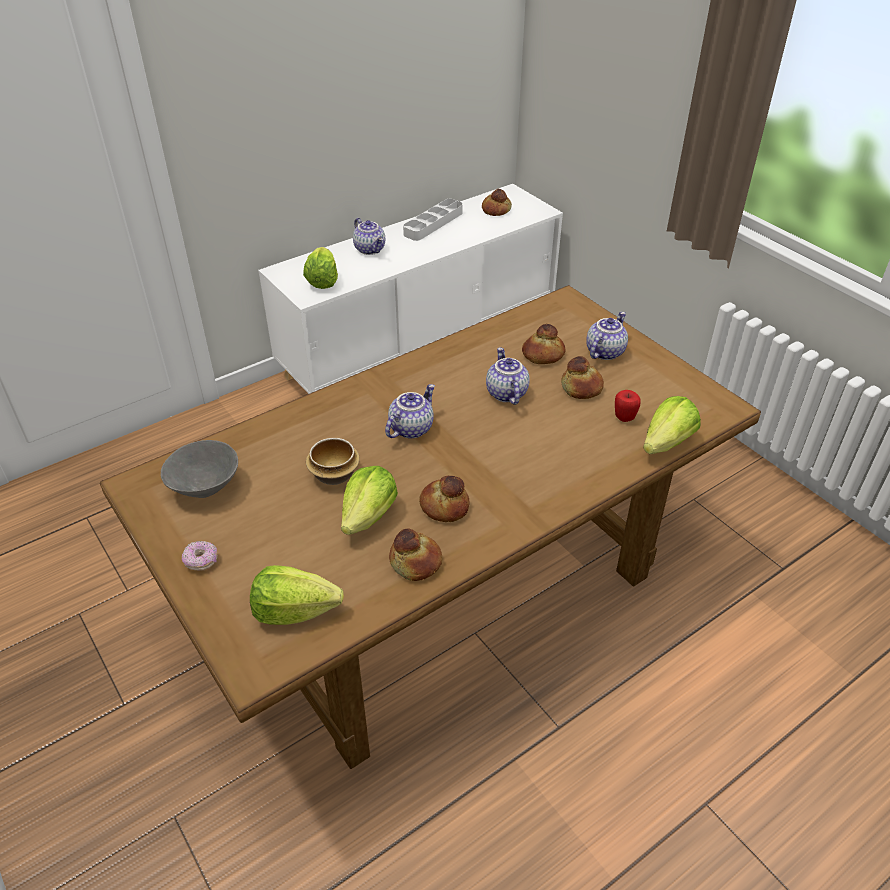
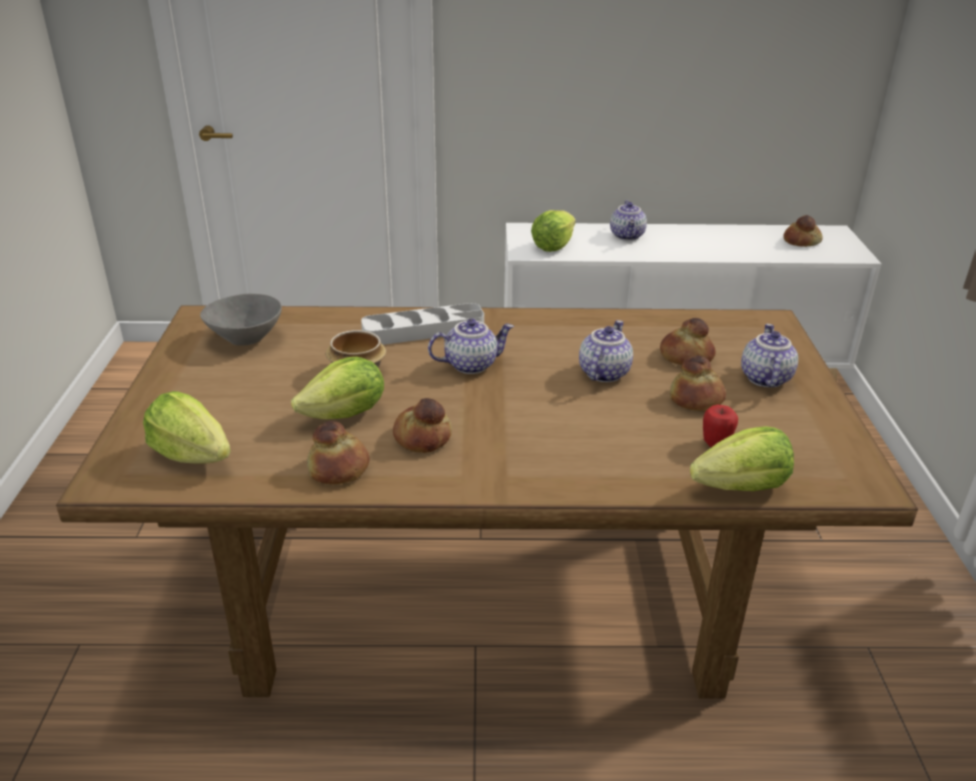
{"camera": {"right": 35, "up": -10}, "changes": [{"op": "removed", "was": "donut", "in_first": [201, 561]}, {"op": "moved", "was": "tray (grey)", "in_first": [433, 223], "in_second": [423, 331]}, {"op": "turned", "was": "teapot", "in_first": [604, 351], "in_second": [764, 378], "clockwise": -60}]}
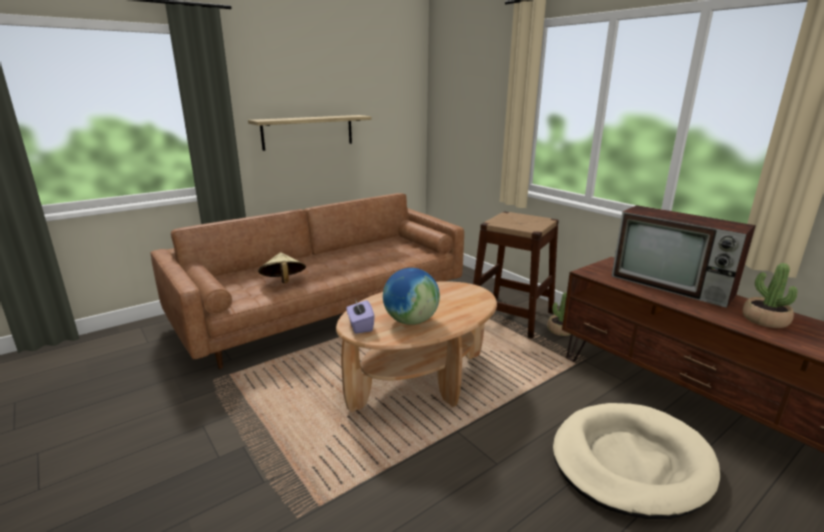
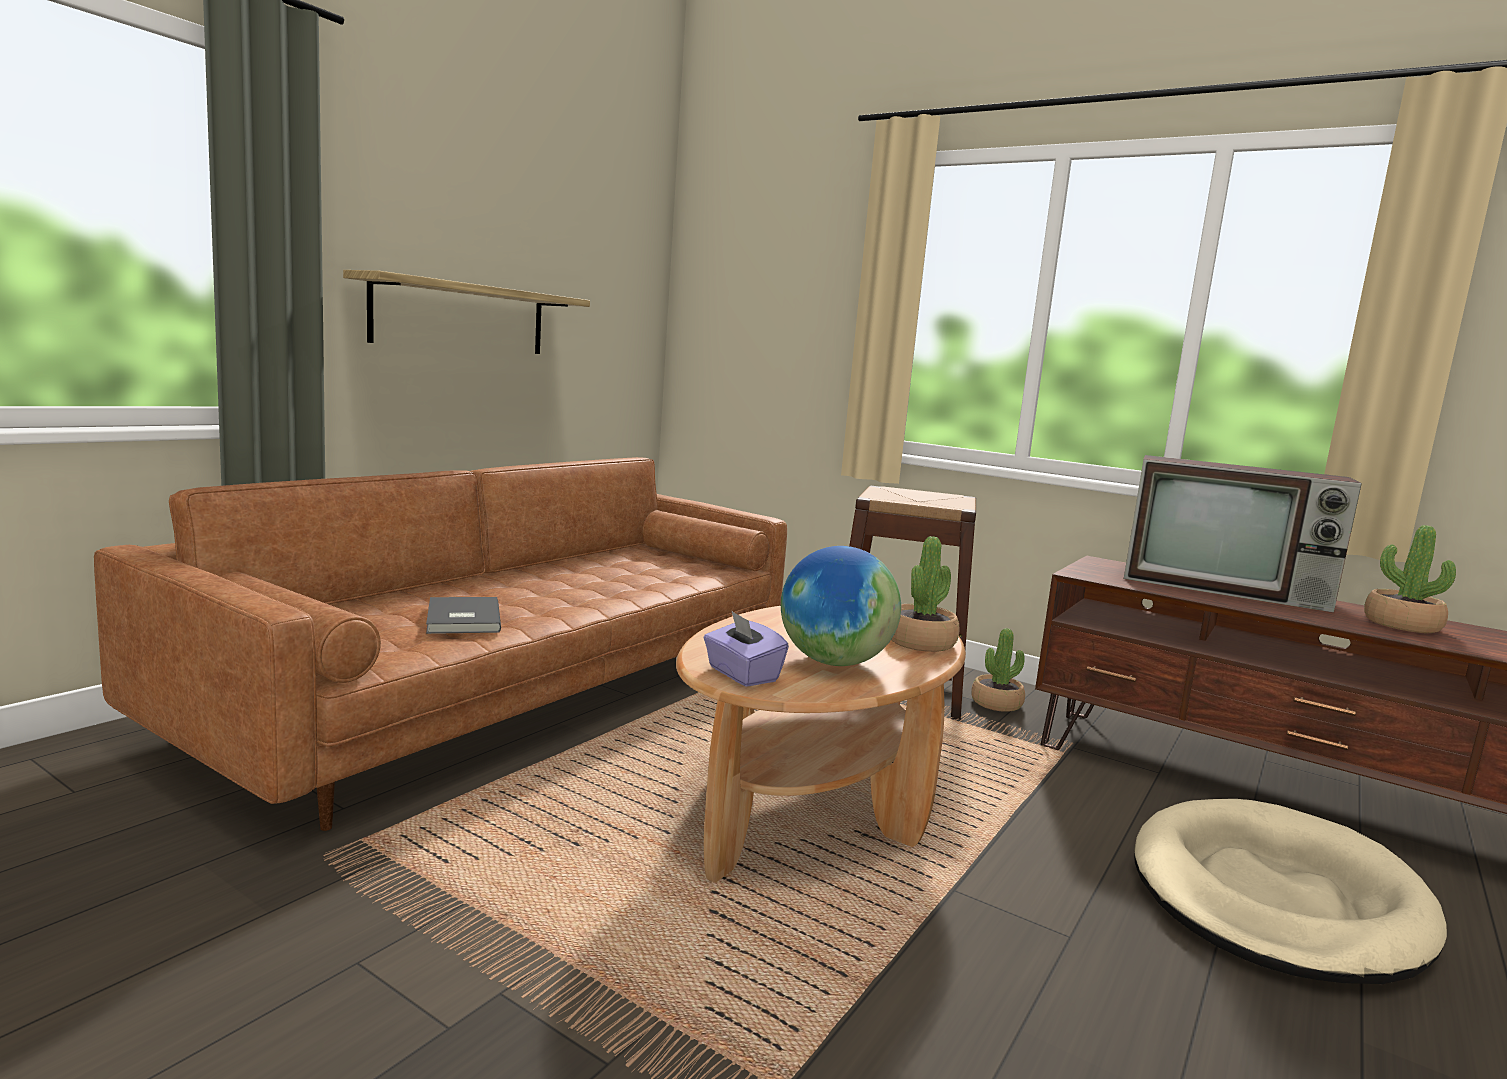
{"camera": {"right": -20, "up": -10}, "changes": [{"op": "added", "now": "potted plant", "in_second": [920, 642]}, {"op": "replaced", "was": "hat (beige)", "now": "book (grey)", "in_first": [283, 282], "in_second": [461, 619]}]}
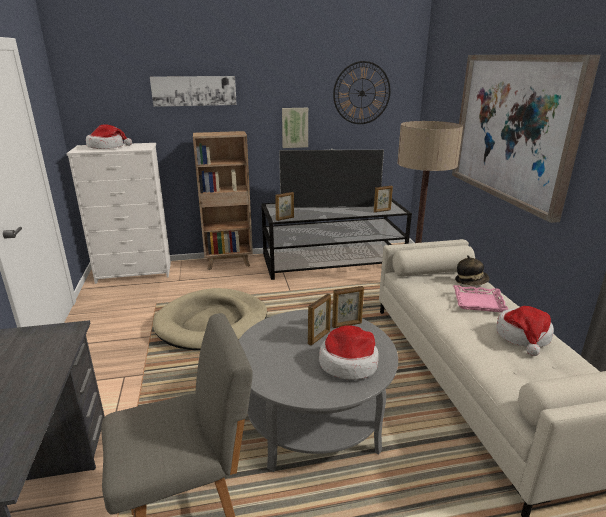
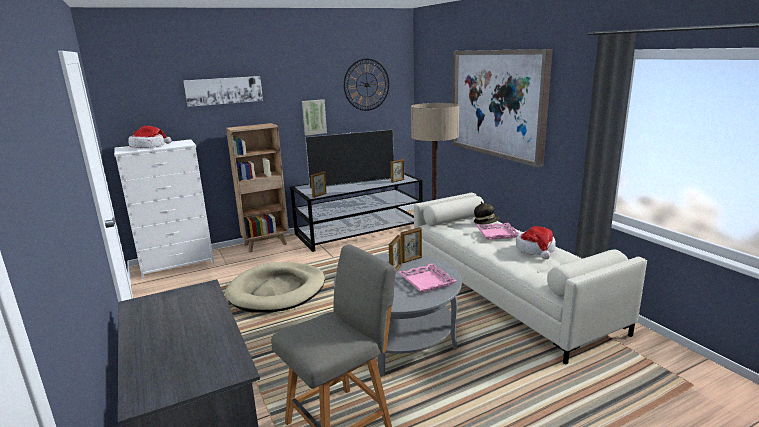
{"camera": {"right": -15, "up": -5}, "changes": [{"op": "replaced", "was": "hat", "now": "tray (pink)", "in_first": [348, 363], "in_second": [426, 281]}]}
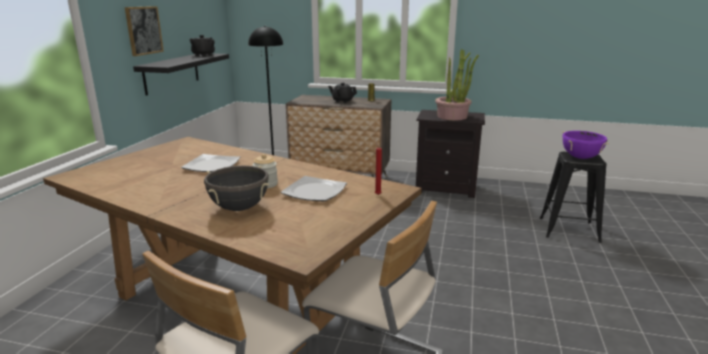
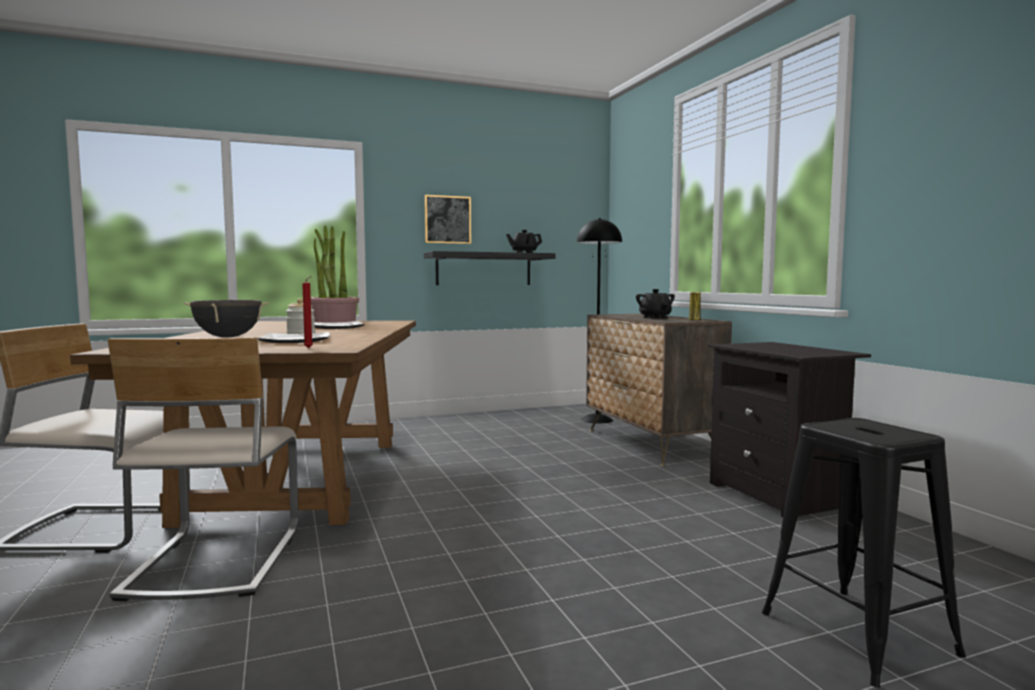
{"camera": {"right": 55, "up": -15}, "changes": [{"op": "removed", "was": "cooking pot (purple)", "in_first": [580, 157]}, {"op": "moved", "was": "potted plant", "in_first": [452, 116], "in_second": [333, 322]}]}
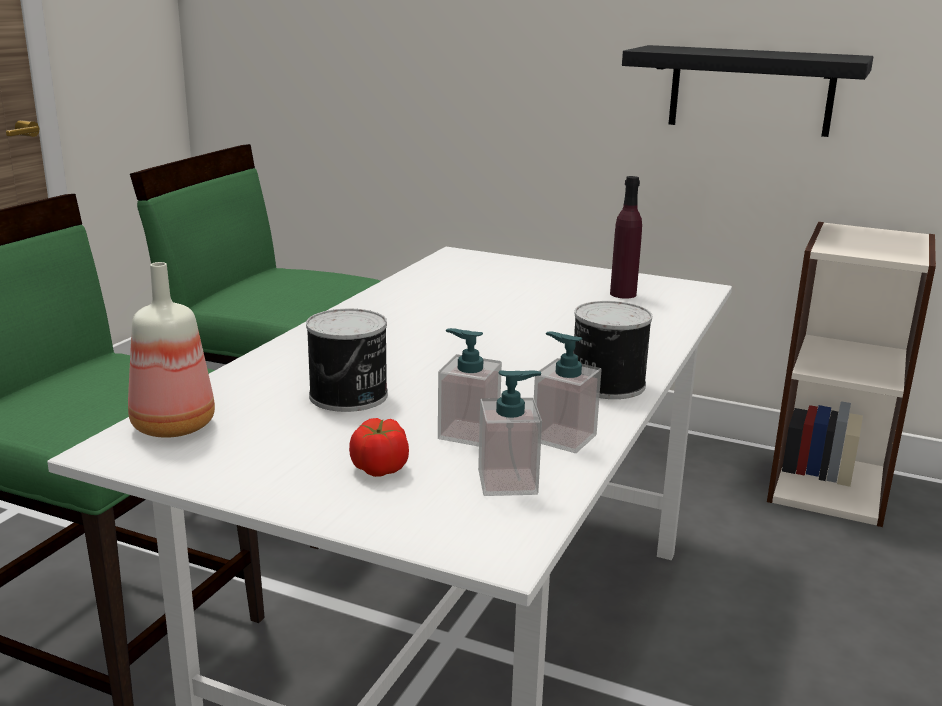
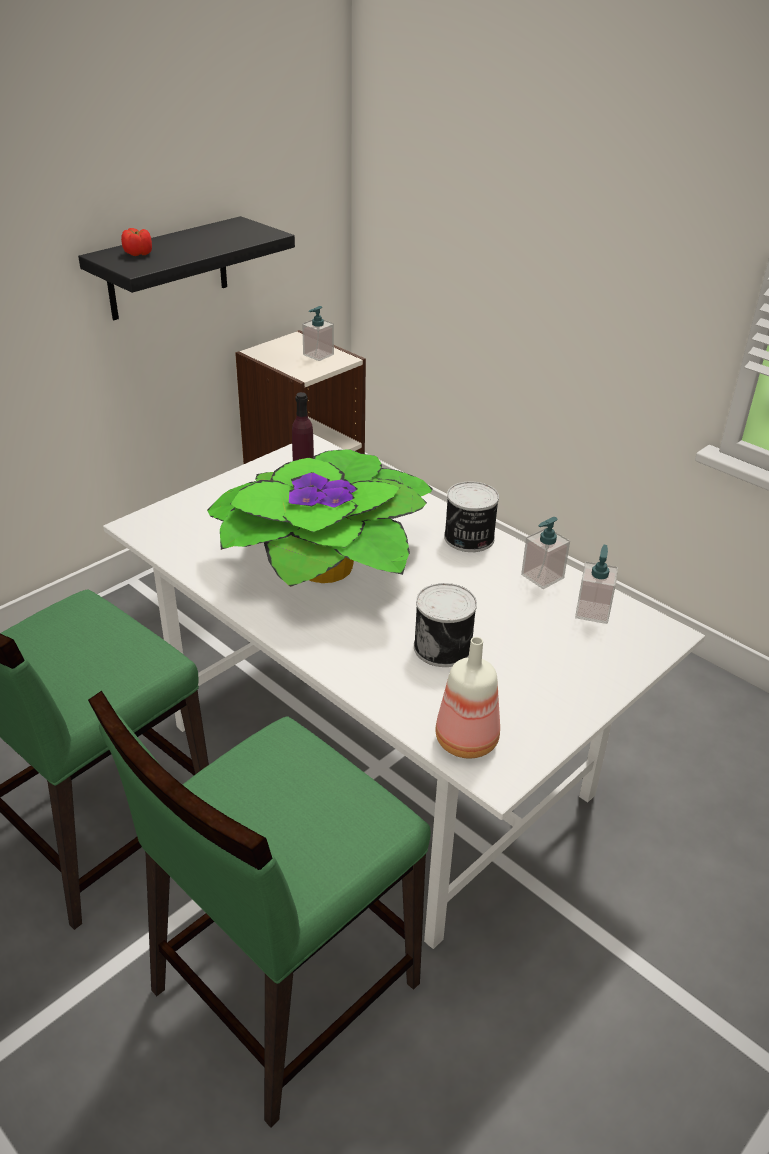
{"camera": {"right": -70, "up": 15}, "changes": [{"op": "added", "now": "potted plant", "in_second": [326, 562]}, {"op": "moved", "was": "tomato", "in_first": [379, 469], "in_second": [138, 254]}, {"op": "moved", "was": "soap dispenser", "in_first": [468, 433], "in_second": [318, 355]}]}
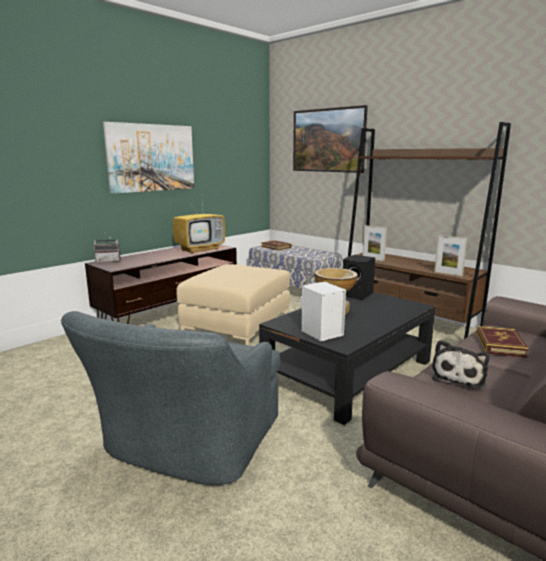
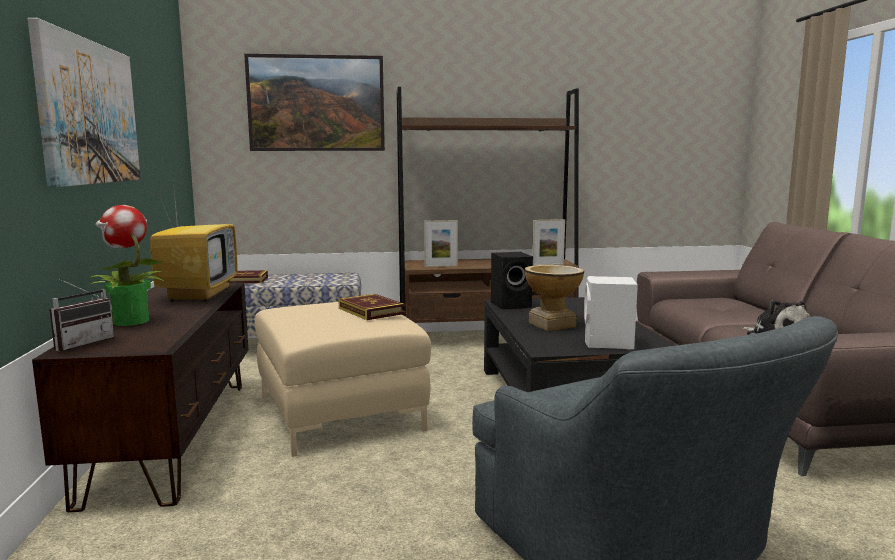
{"camera": {"right": -50, "up": -5}, "changes": [{"op": "added", "now": "potted plant", "in_second": [130, 321]}, {"op": "moved", "was": "book", "in_first": [500, 345], "in_second": [371, 311]}]}
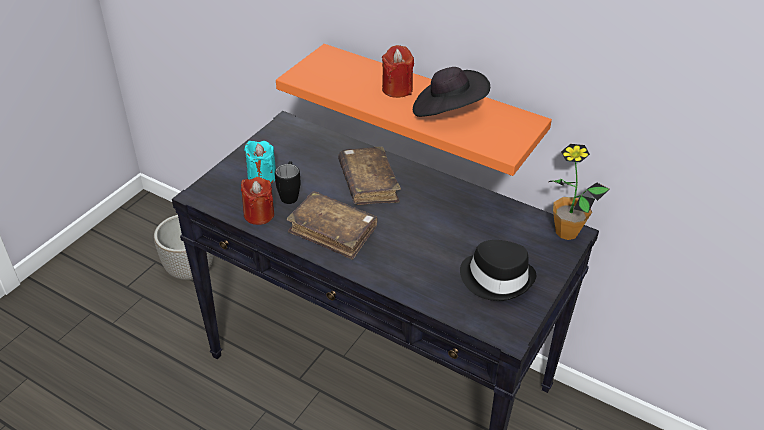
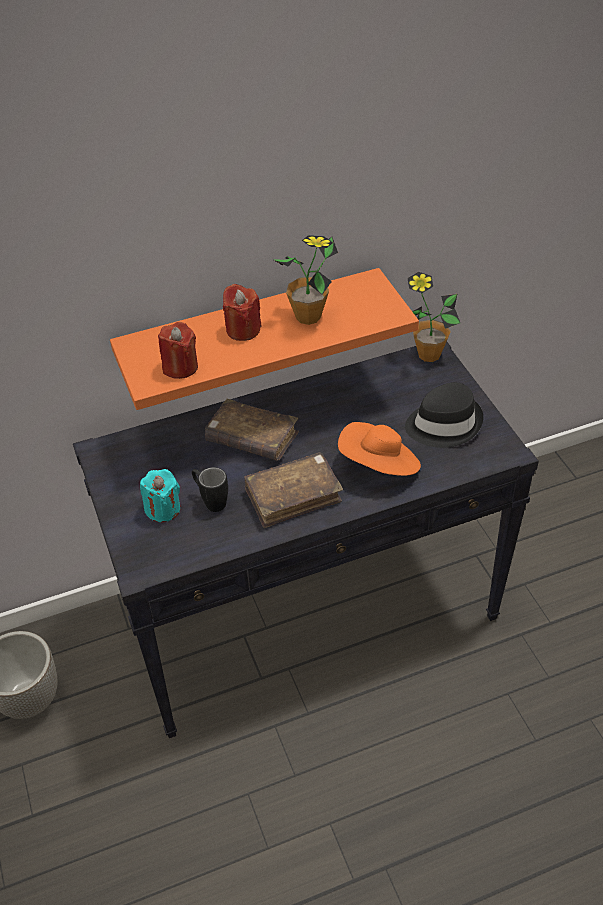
{"camera": {"right": -50, "up": 5}, "changes": [{"op": "added", "now": "hat (orange)", "in_second": [379, 465]}, {"op": "moved", "was": "candle (red)", "in_first": [259, 214], "in_second": [180, 367]}, {"op": "replaced", "was": "hat (black)", "now": "potted plant", "in_first": [448, 111], "in_second": [308, 317]}]}
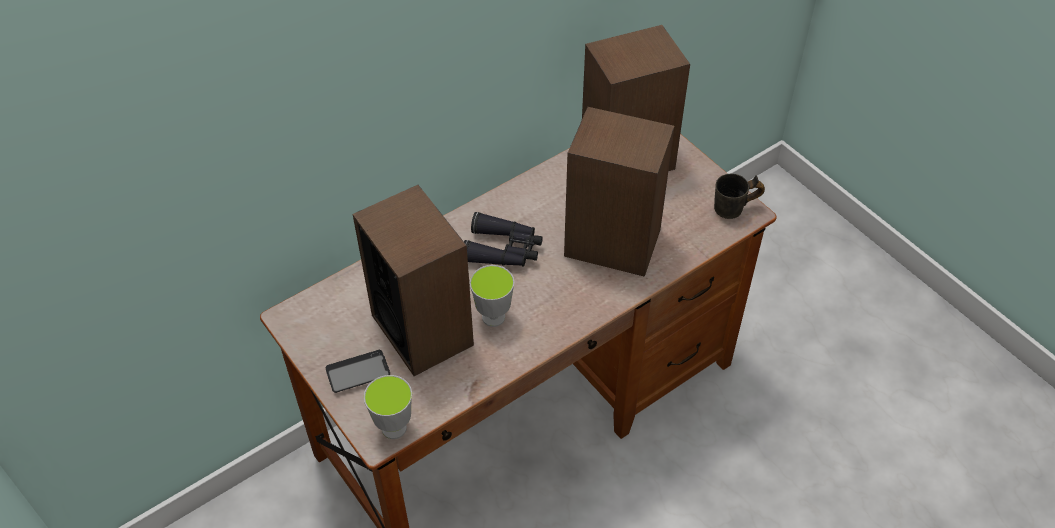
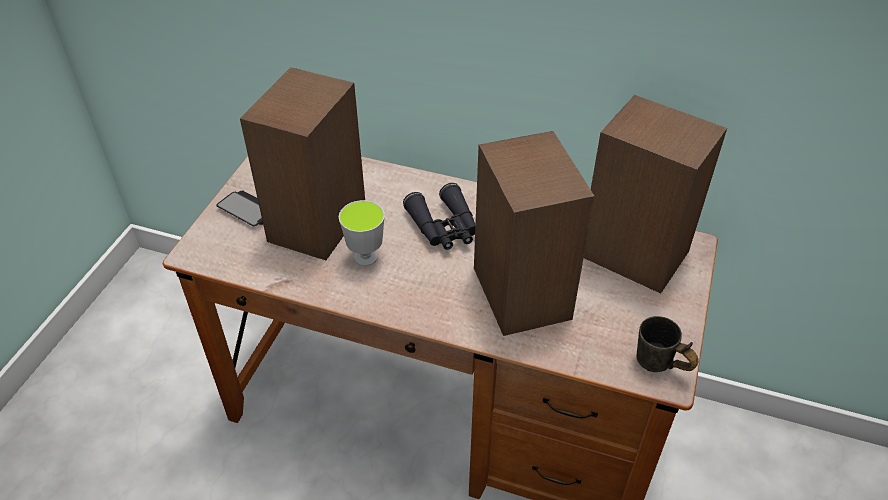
{"camera": {"right": 55, "up": -5}, "changes": [{"op": "removed", "was": "cup", "in_first": [394, 428]}]}
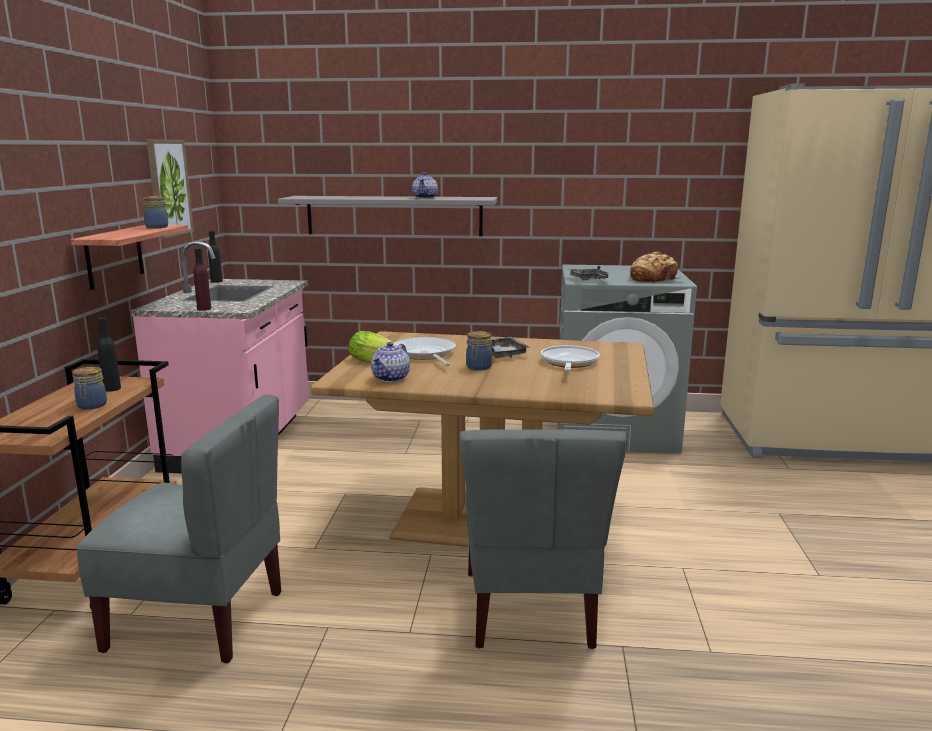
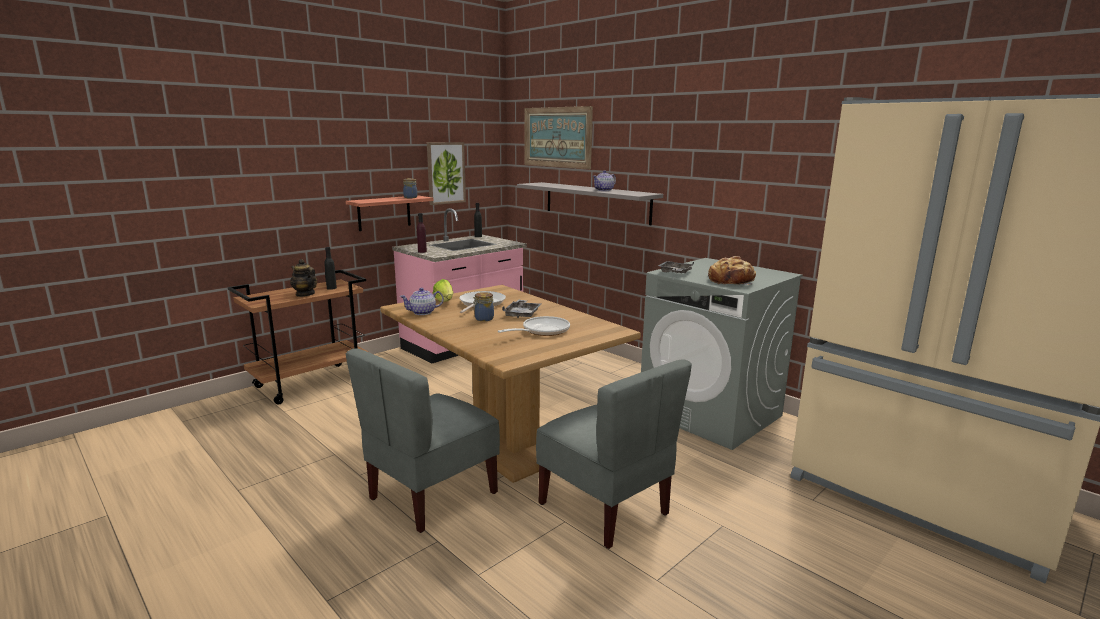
{"camera": {"right": 40, "up": 0}, "changes": [{"op": "added", "now": "picture", "in_second": [557, 137]}, {"op": "moved", "was": "chair (grey)", "in_first": [199, 619], "in_second": [605, 508]}, {"op": "replaced", "was": "jar", "now": "teapot", "in_first": [91, 406], "in_second": [305, 294]}]}
